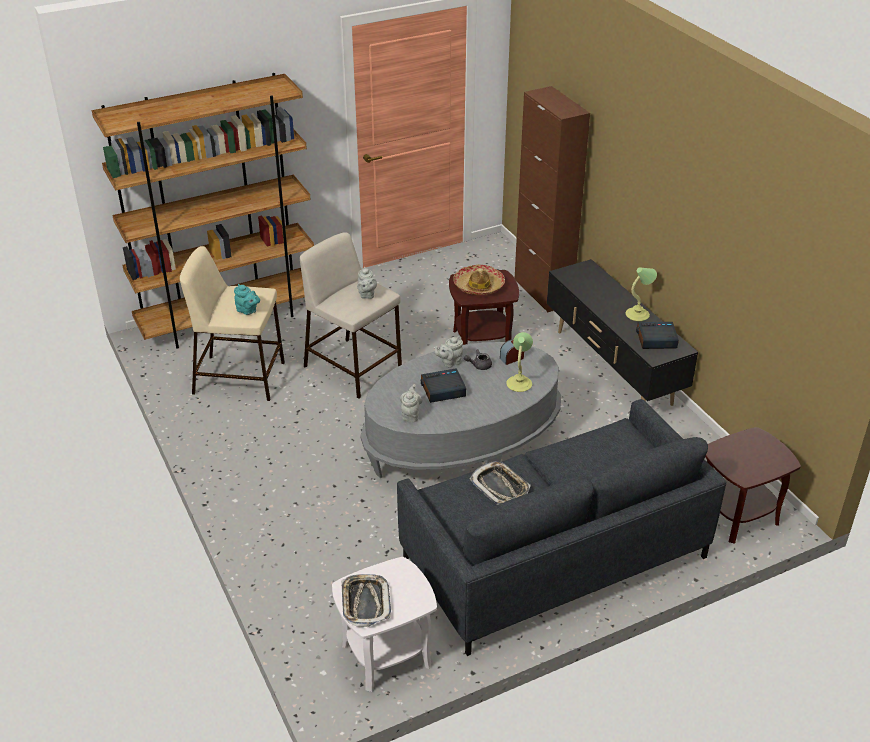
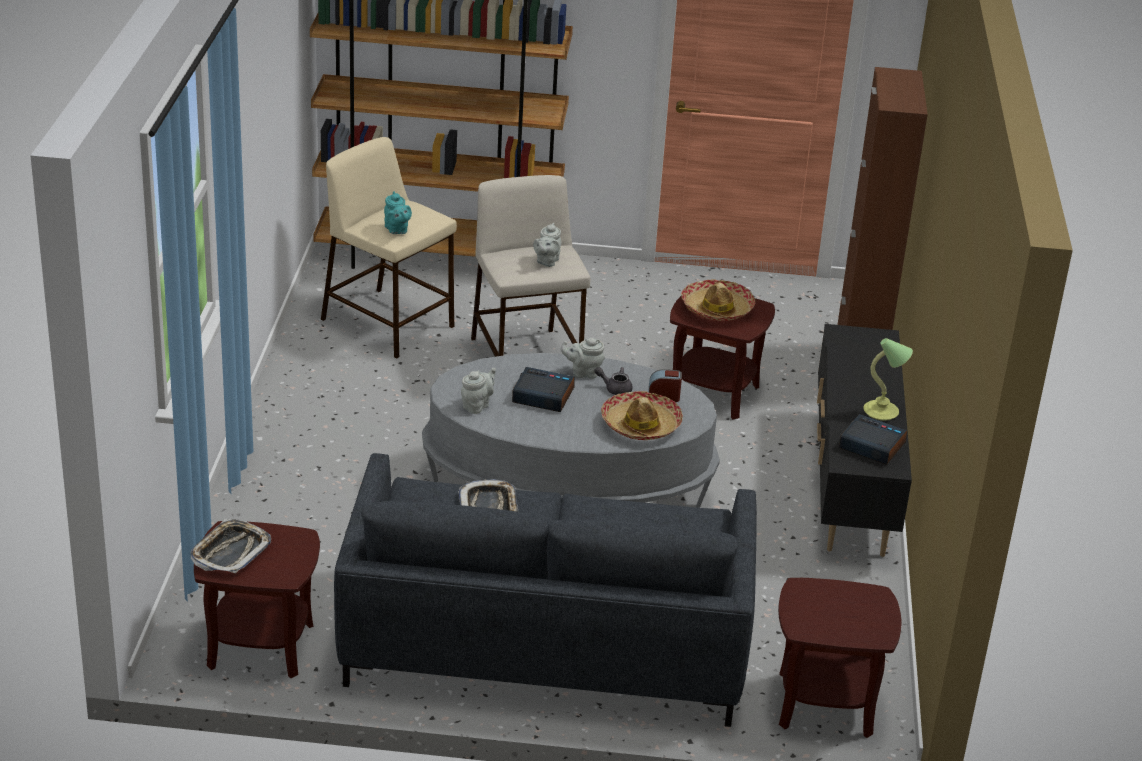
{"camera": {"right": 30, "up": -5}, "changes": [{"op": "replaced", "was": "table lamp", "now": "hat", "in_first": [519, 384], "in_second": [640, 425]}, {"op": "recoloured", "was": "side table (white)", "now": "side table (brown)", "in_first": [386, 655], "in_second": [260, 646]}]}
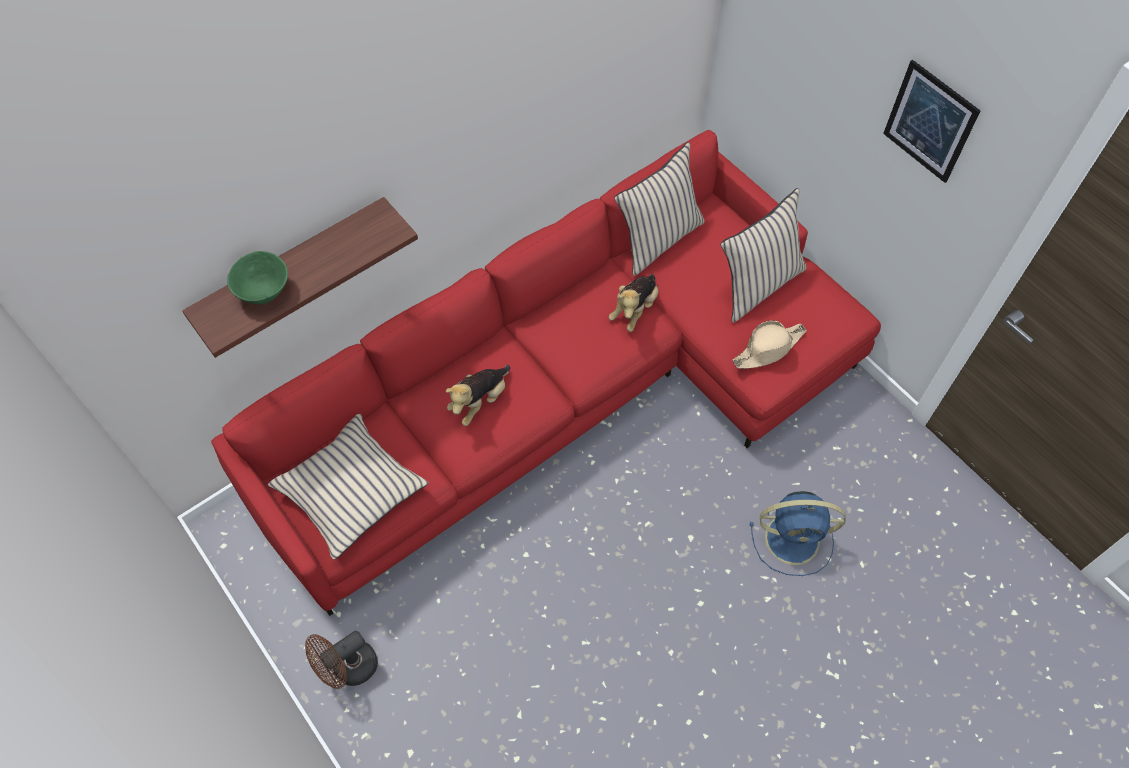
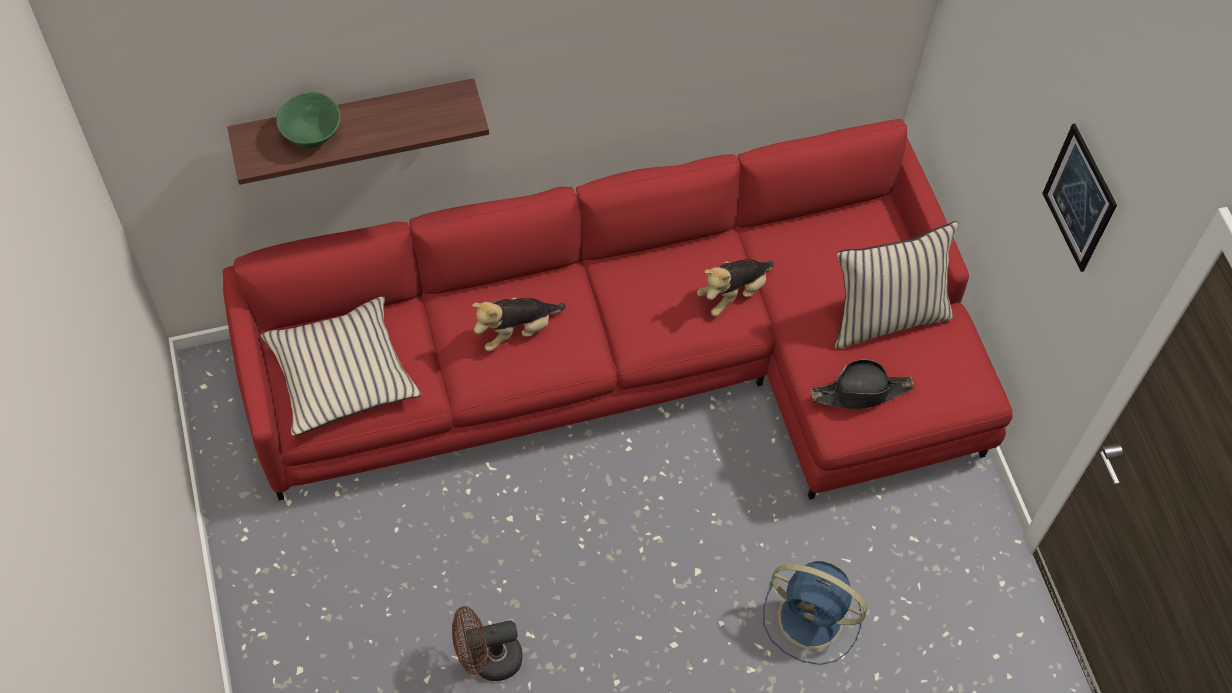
{"camera": {"right": 20, "up": 0}, "changes": [{"op": "removed", "was": "pillow (beige)", "in_first": [657, 239]}, {"op": "moved", "was": "fan (brown)", "in_first": [348, 669], "in_second": [488, 660]}, {"op": "recoloured", "was": "hat (beige)", "now": "hat (black)", "in_first": [768, 349], "in_second": [861, 392]}]}
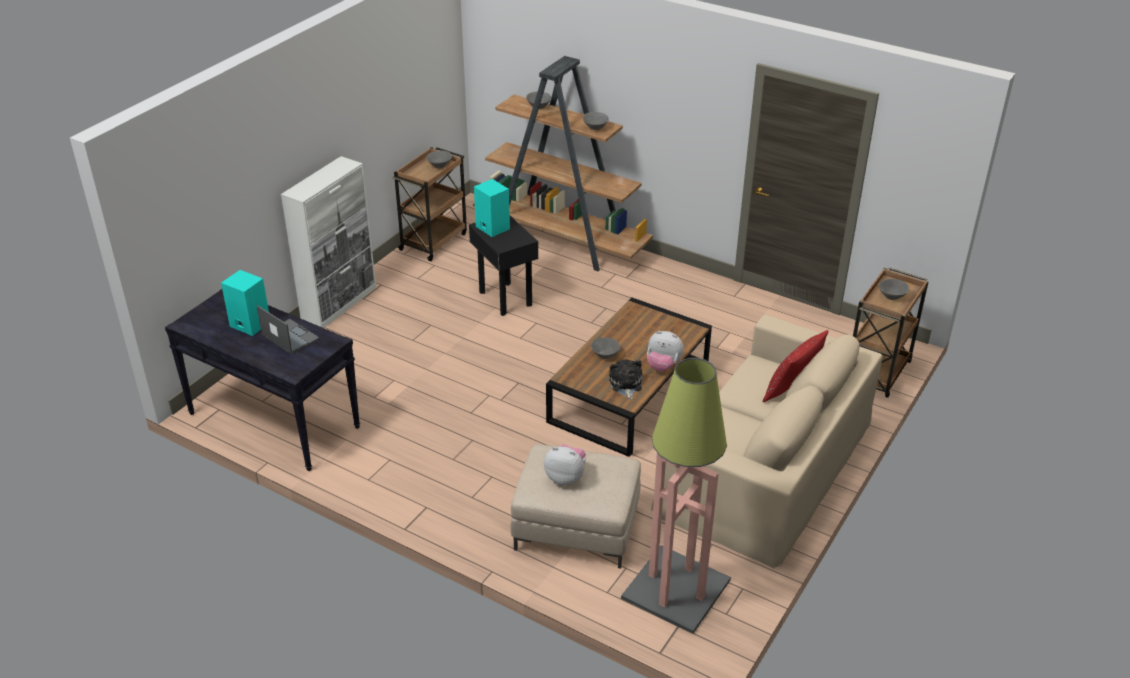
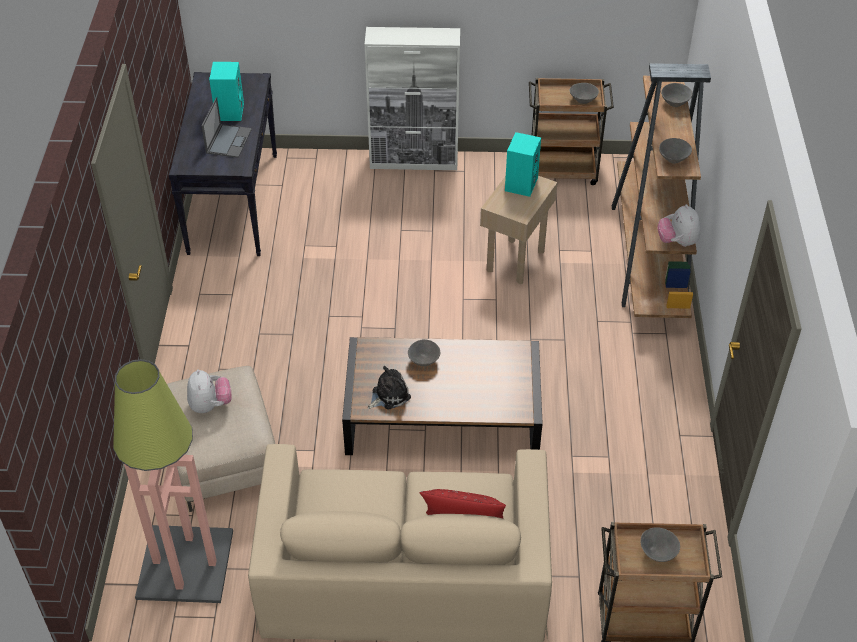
{"camera": {"right": 60, "up": 10}, "changes": [{"op": "moved", "was": "plush toy", "in_first": [663, 366], "in_second": [677, 242]}, {"op": "recoloured", "was": "side table (black)", "now": "side table (beige)", "in_first": [505, 299], "in_second": [514, 260]}]}
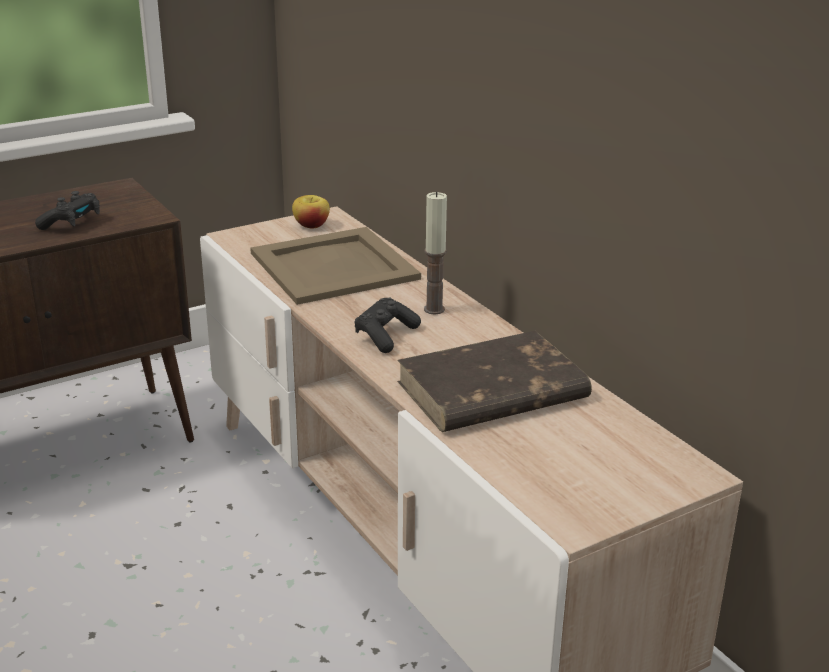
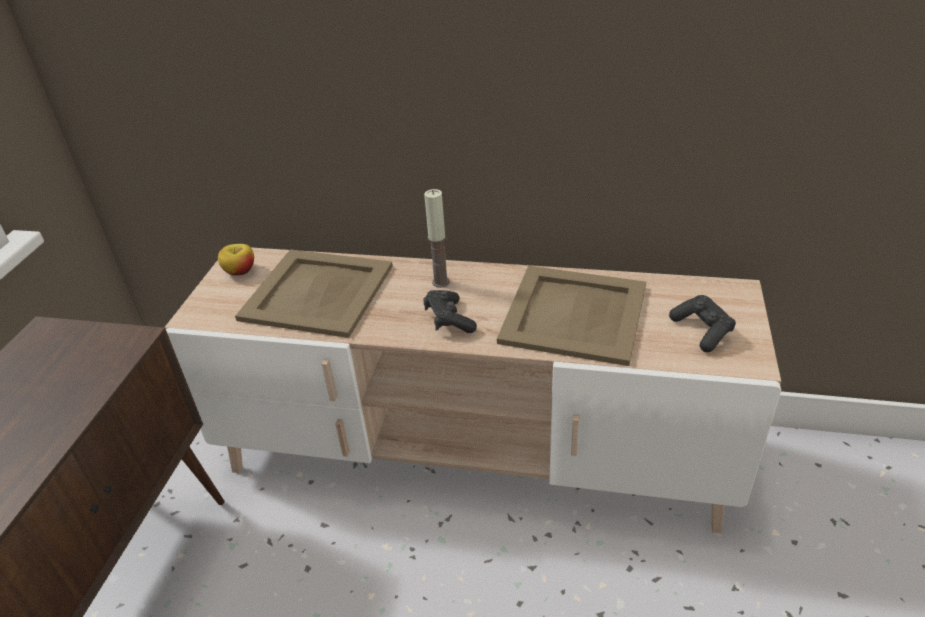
{"camera": {"right": -45, "up": 10}, "changes": [{"op": "moved", "was": "game controller (black)", "in_first": [72, 223], "in_second": [702, 331]}, {"op": "replaced", "was": "book (brown)", "now": "tray (beige)", "in_first": [490, 391], "in_second": [572, 314]}]}
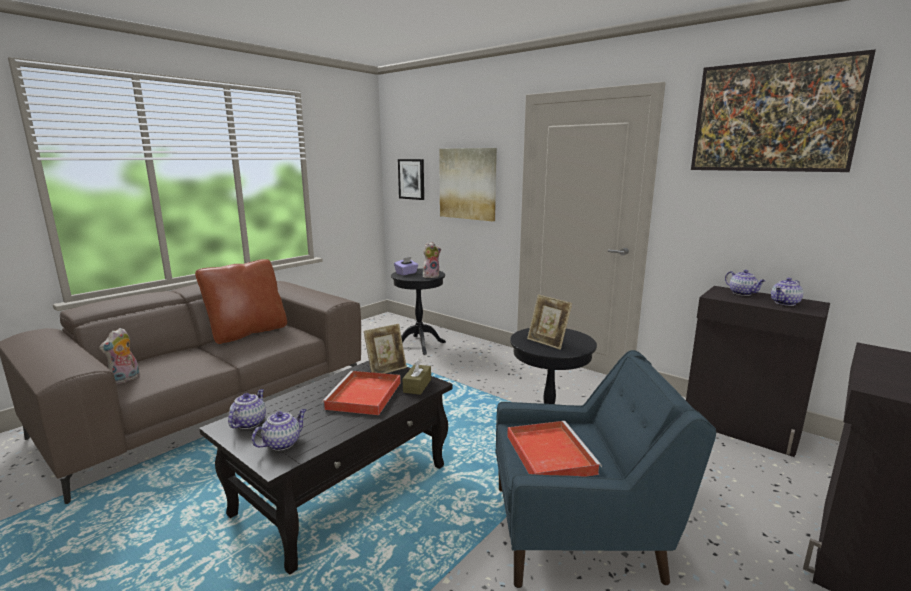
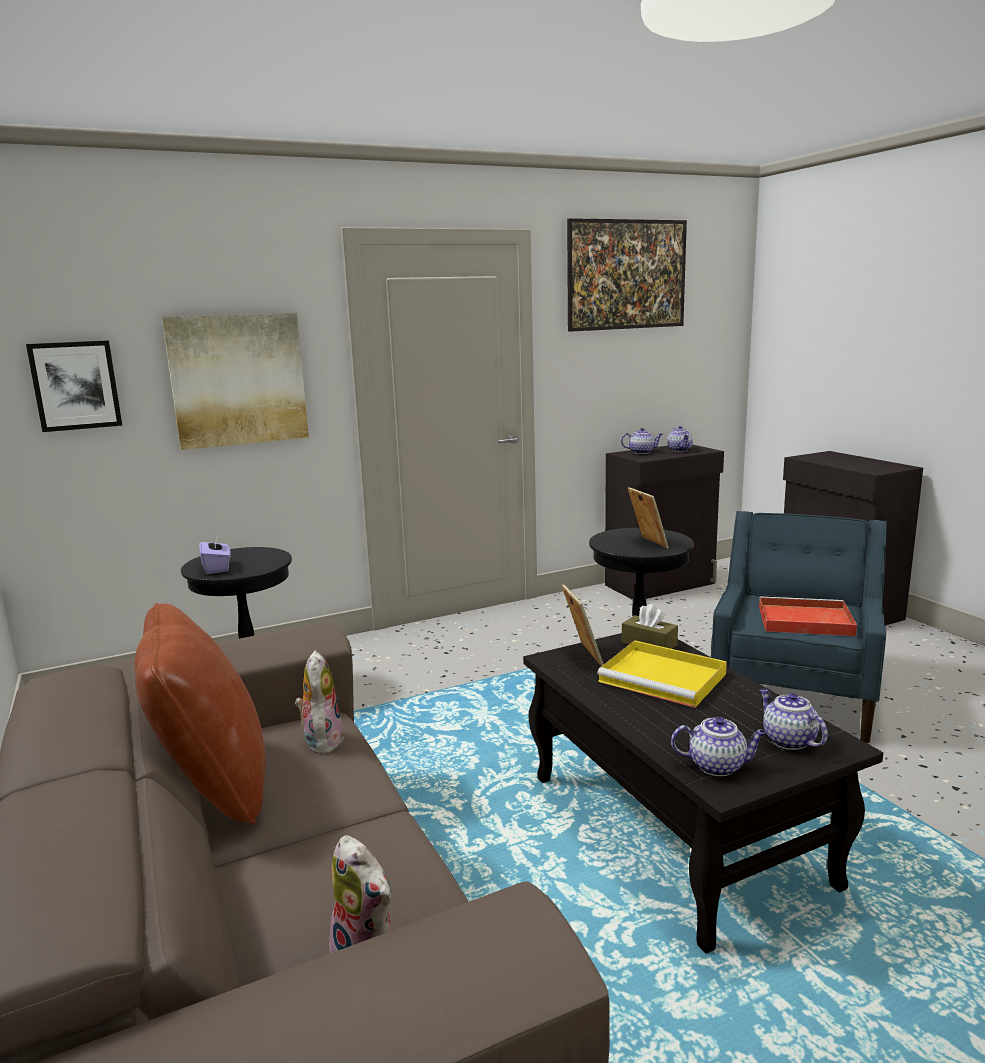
{"camera": {"right": -65, "up": 0}, "changes": [{"op": "moved", "was": "plush toy", "in_first": [431, 276], "in_second": [321, 740]}, {"op": "recoloured", "was": "tray (red)", "now": "tray (yellow)", "in_first": [364, 396], "in_second": [665, 678]}, {"op": "turned", "was": "teapot", "in_first": [249, 422], "in_second": [718, 765], "clockwise": 150}, {"op": "turned", "was": "picture frame", "in_first": [547, 342], "in_second": [647, 543], "clockwise": -90}]}
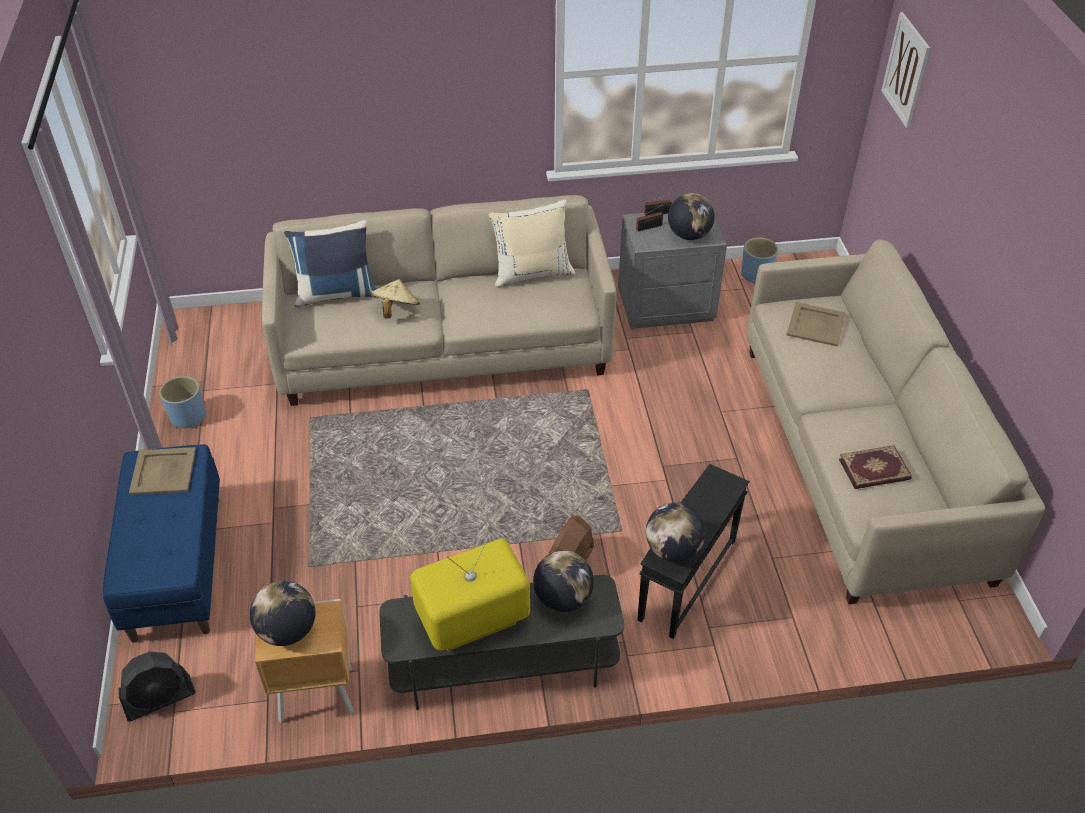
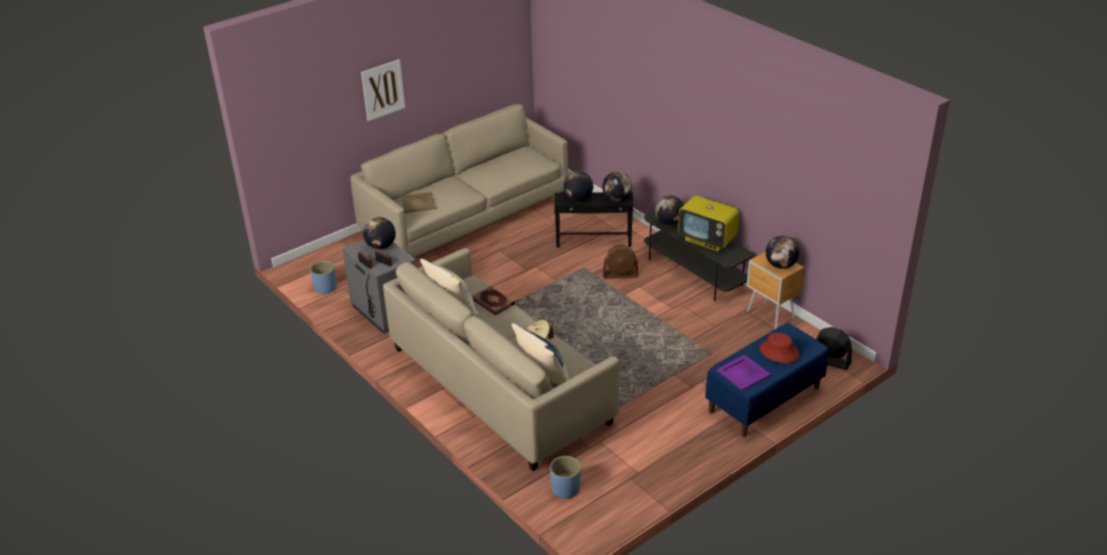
{"camera": {"right": -120, "up": -10}, "changes": [{"op": "added", "now": "globe", "in_second": [578, 198]}, {"op": "added", "now": "hat (red)", "in_second": [779, 352]}, {"op": "moved", "was": "planter (blue)", "in_first": [188, 416], "in_second": [565, 489]}, {"op": "moved", "was": "book", "in_first": [874, 470], "in_second": [494, 301]}, {"op": "moved", "was": "picture", "in_first": [906, 70], "in_second": [383, 90]}, {"op": "recoloured", "was": "tray (beige)", "now": "tray (purple)", "in_first": [162, 472], "in_second": [744, 373]}]}
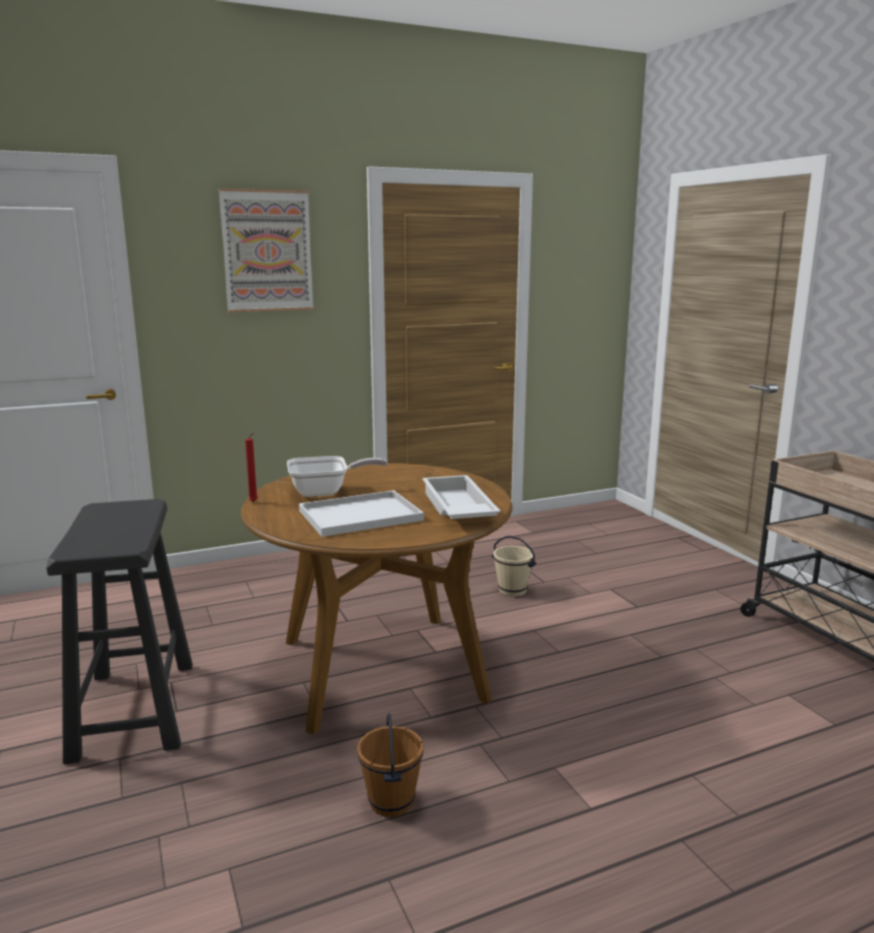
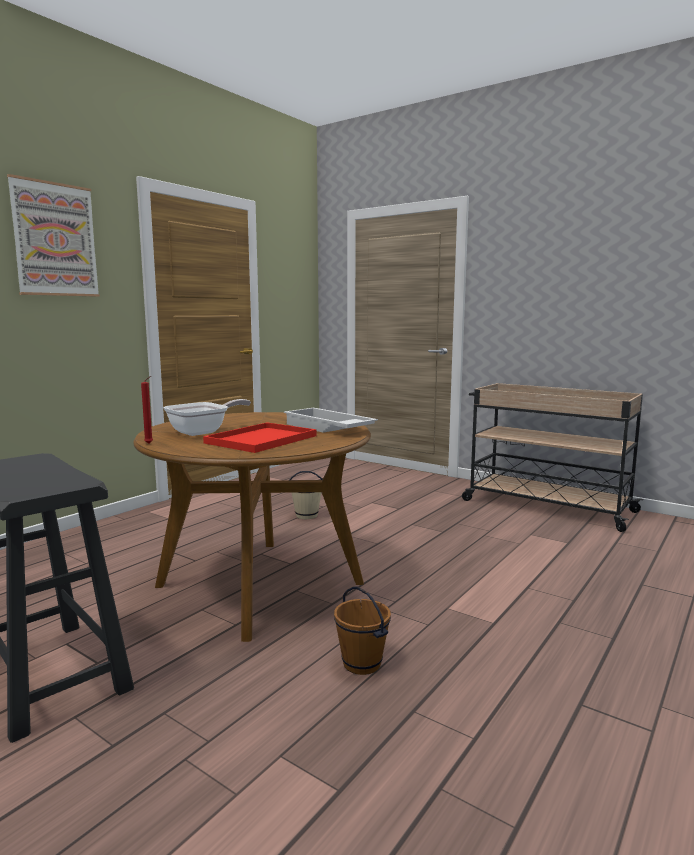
{"camera": {"right": -30, "up": -5}, "changes": [{"op": "recoloured", "was": "tray (white)", "now": "tray (red)", "in_first": [358, 516], "in_second": [261, 440]}]}
